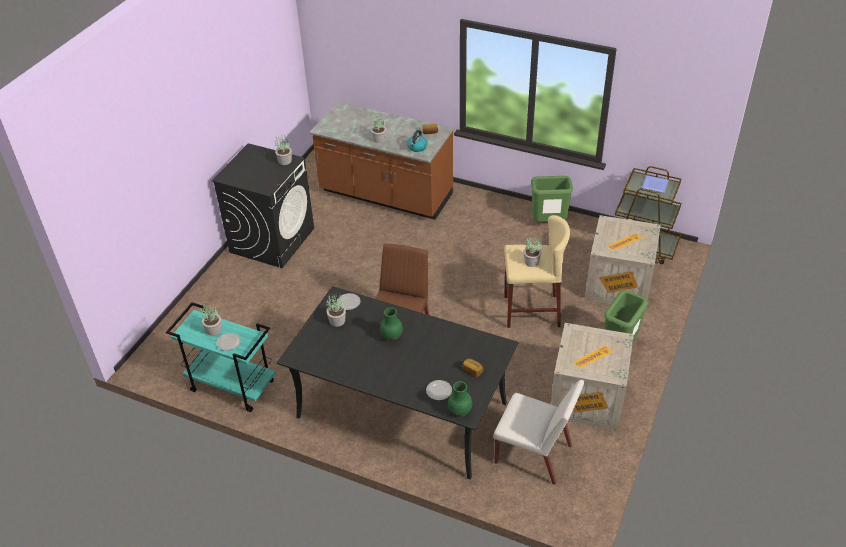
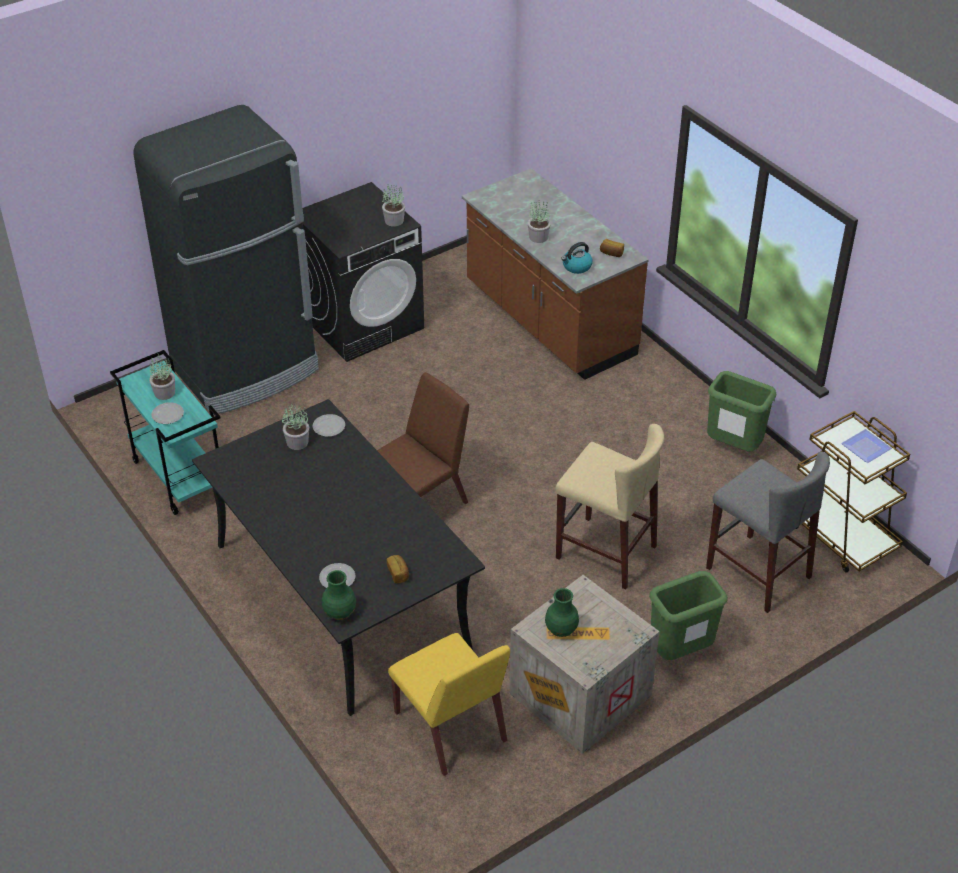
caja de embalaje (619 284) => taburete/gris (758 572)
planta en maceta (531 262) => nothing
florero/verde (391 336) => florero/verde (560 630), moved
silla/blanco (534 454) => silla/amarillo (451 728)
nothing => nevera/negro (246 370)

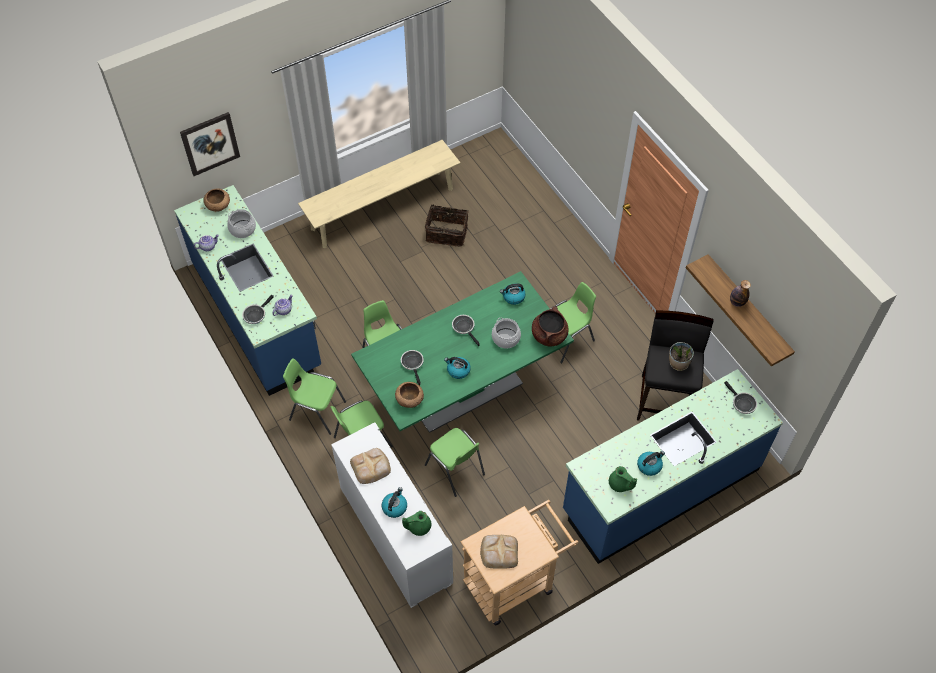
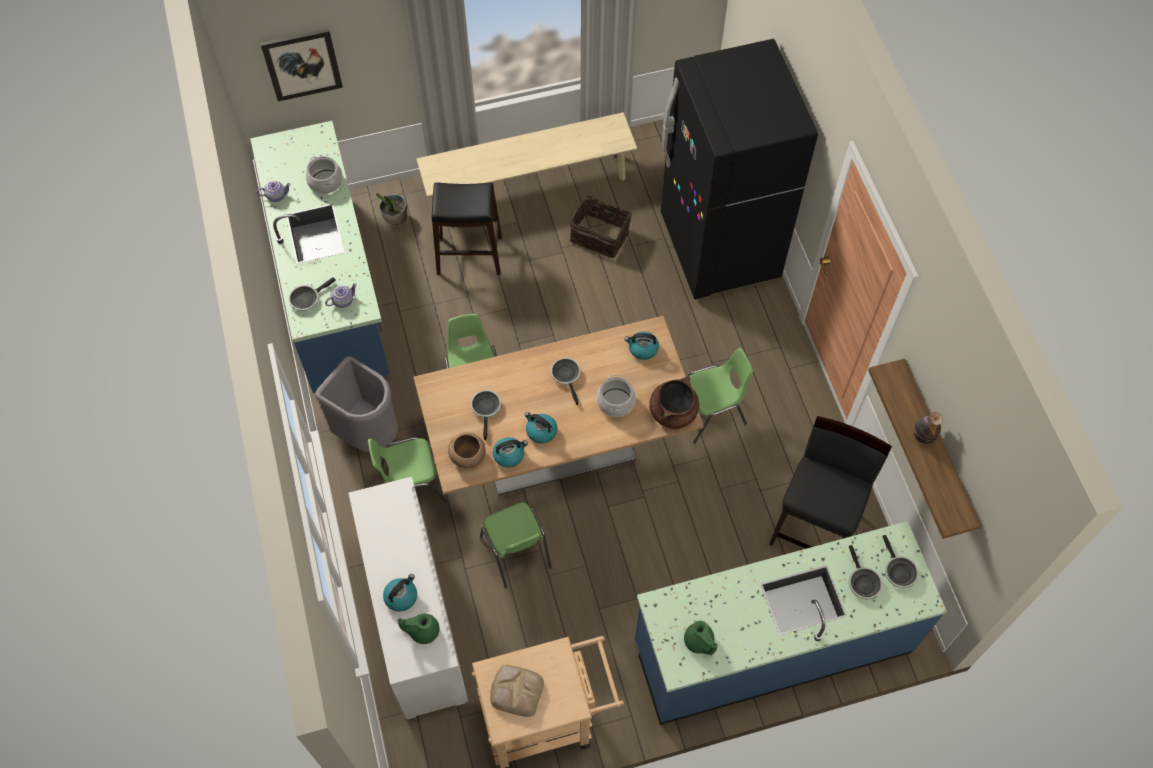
cuenco/marrón (218 206) => nothing
mesa de comedor/verde (463 389) => mesa de comedor/beis (558 448)
planta en maceta (678 363) => planta en maceta (395 219), moved
silla/verde (317 411) => papelera/gris (368 432)
pan (371 467) => nothing
hervidor (649 465) => hervidor (509 455), moved
nothing => nevera/negro (719 248)
nothing => taburete/negro (469 256)
nothing => sartén (862 582)

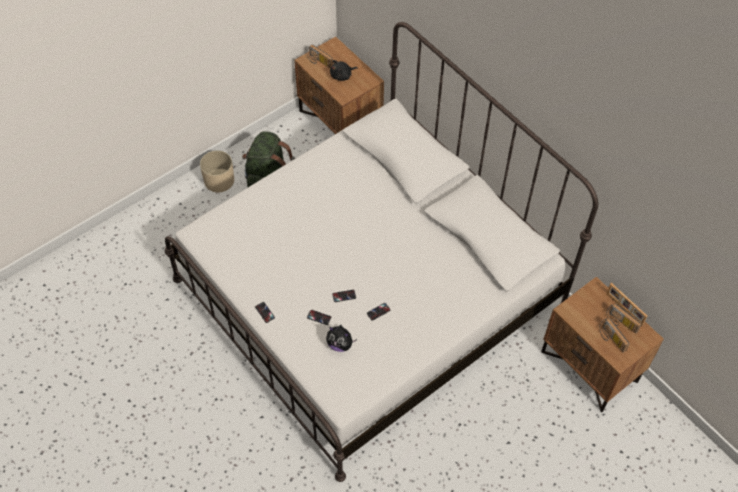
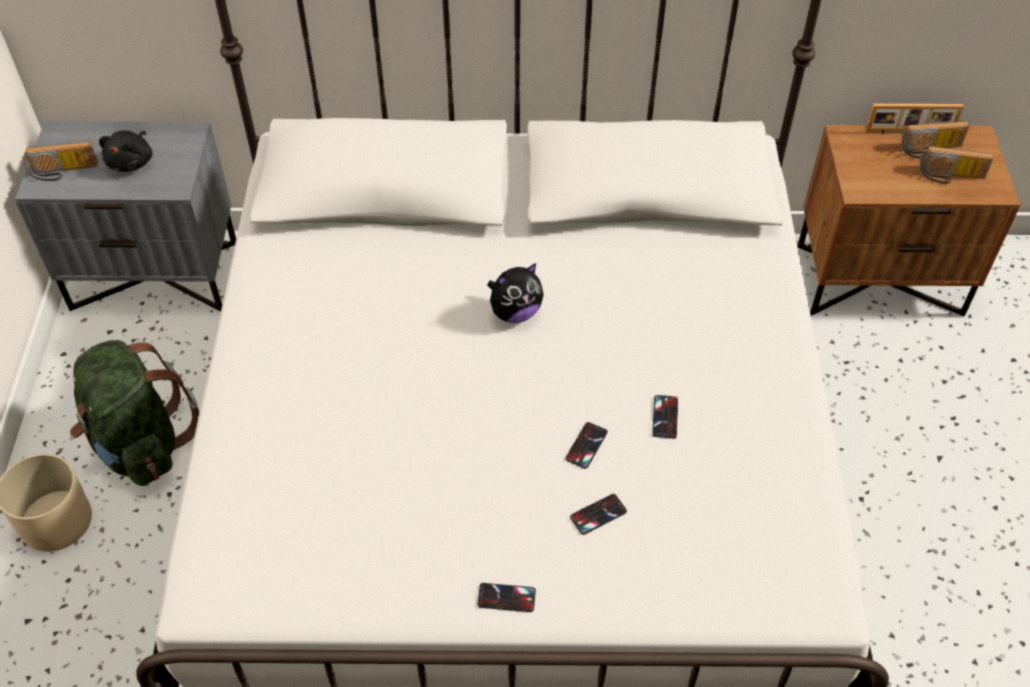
mesita de noche/marrón (340 122) => mesita de noche/gris (156 274)
peluche (340 344) => peluche (515 312), moved

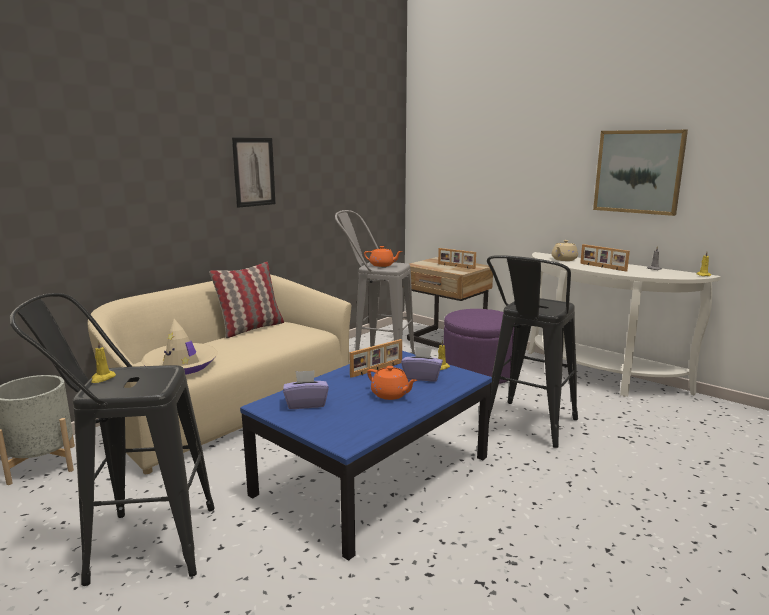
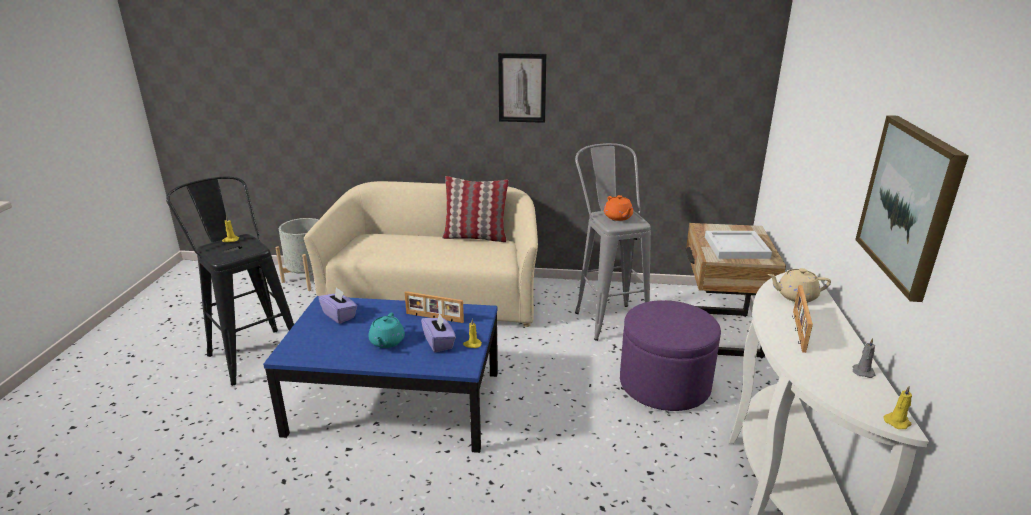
portarretratos (456 266) => bandeja/blanco (737 248)
taburete/negro (526 427) => nothing
sombrero/beis (181 365) => nothing
tetera/naranja (391 394) => tetera/turquesa (387 342)

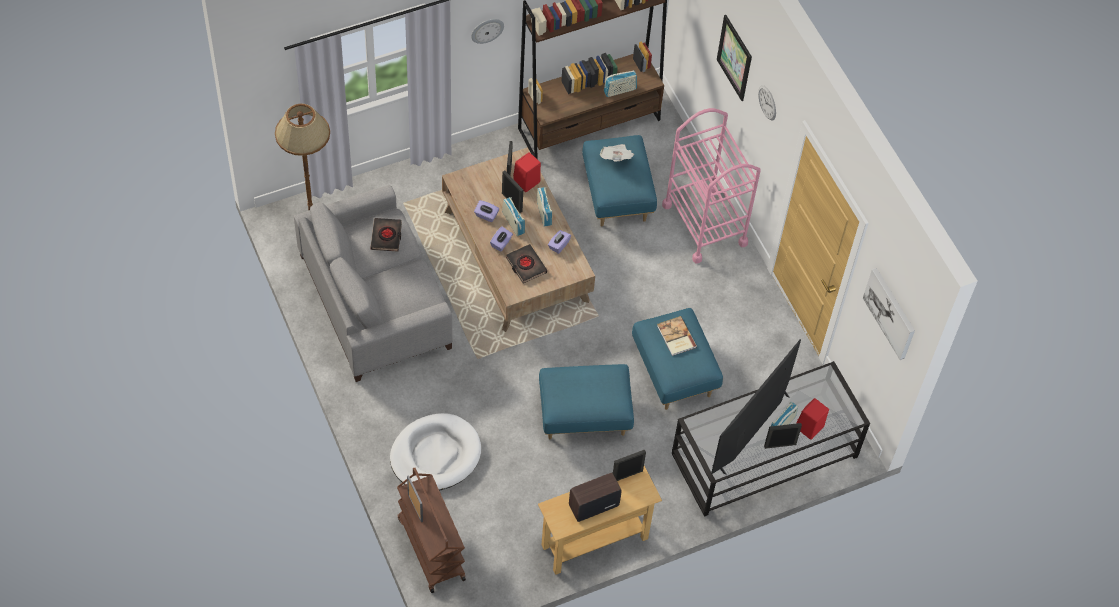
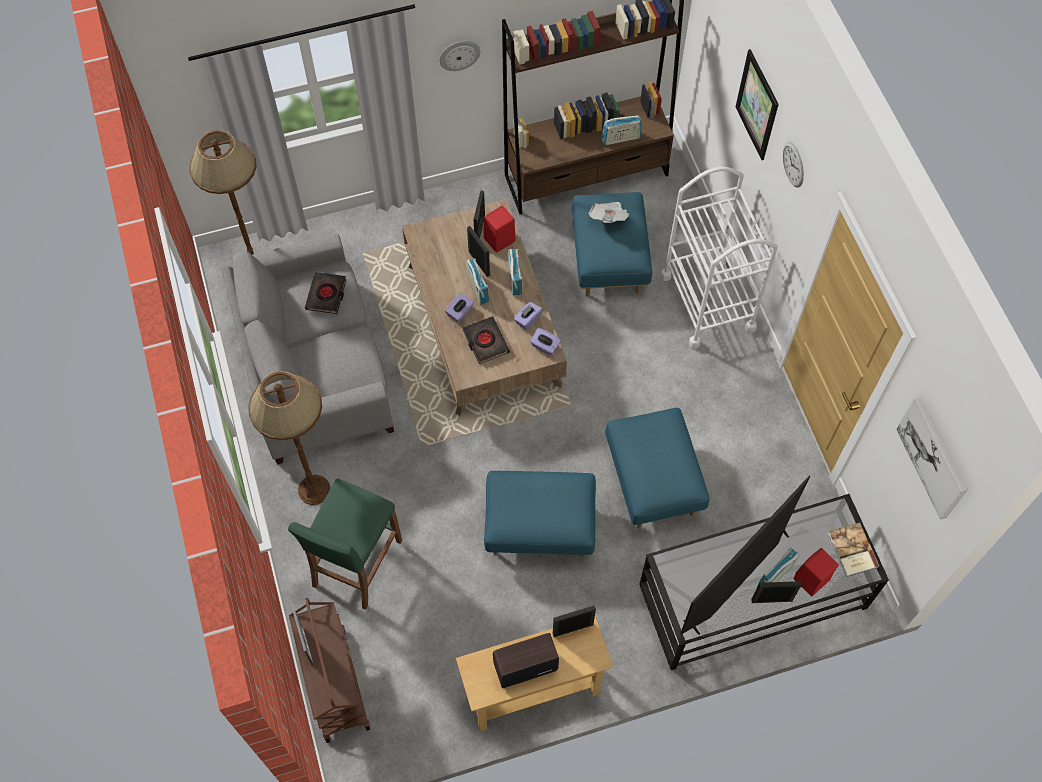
carrito/rosa (704 224) => carrito/blanco (707 302)
caja de pañuelos/morado (486 215) => caja de pañuelos/morado (545 346), moved
libro (676 337) => libro (852 551), moved
cama para perro/blanco (435 455) => taburete/verde (356 563)
nothing => lámpara de pie/marrón (314 489)

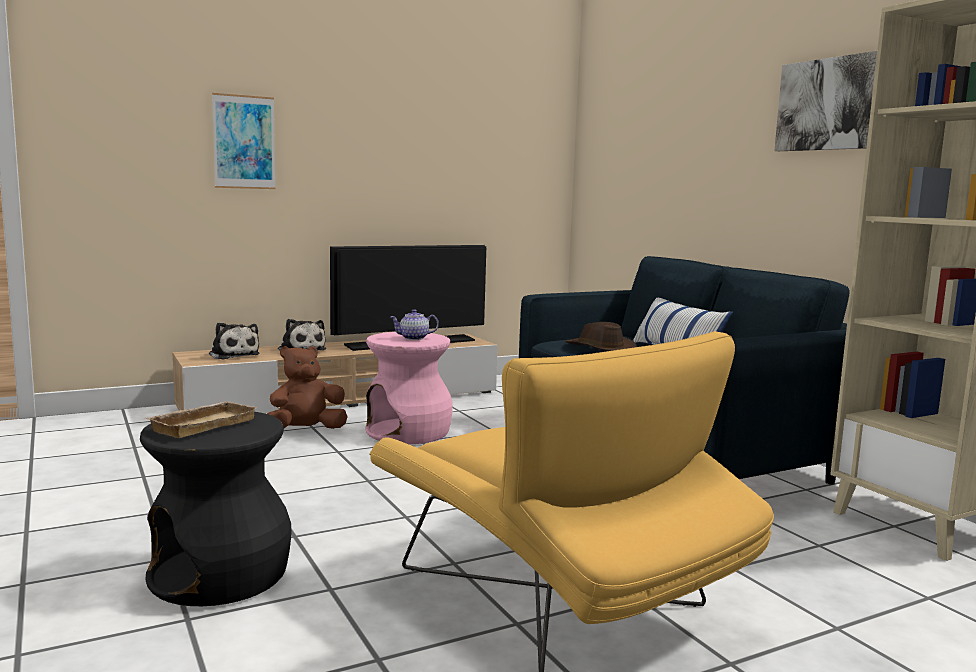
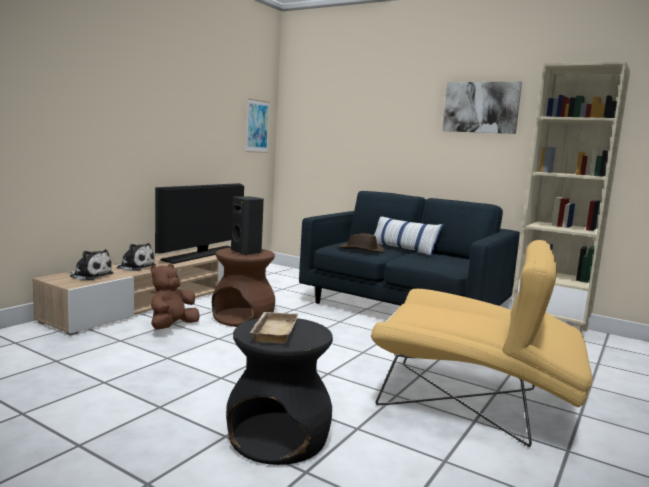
cuadro (244 142) => cuadro (257 126), moved
tetera (413 338) => altavoz/negro (247 252)
taburete/rosa (408 432) => taburete/marrón (244 318)

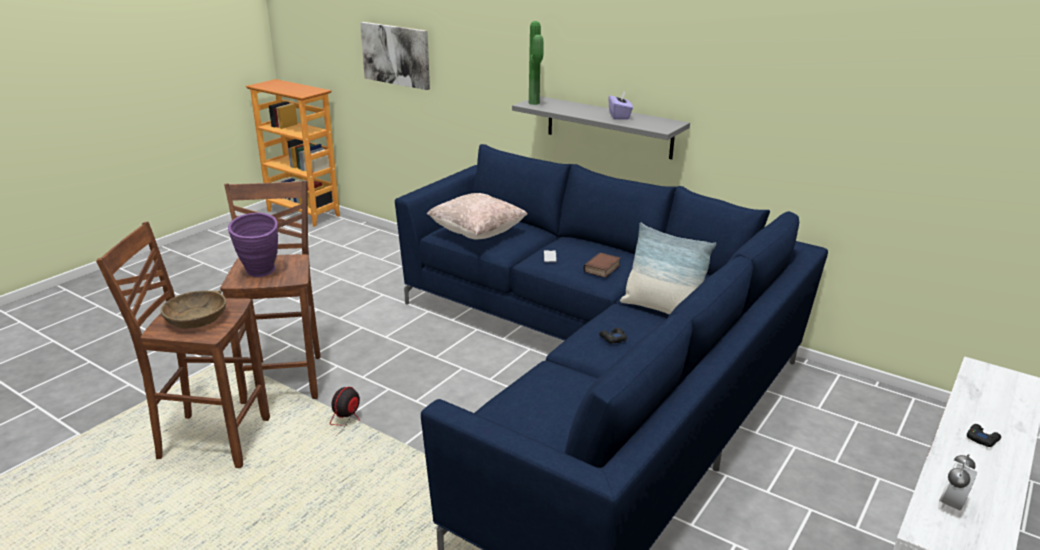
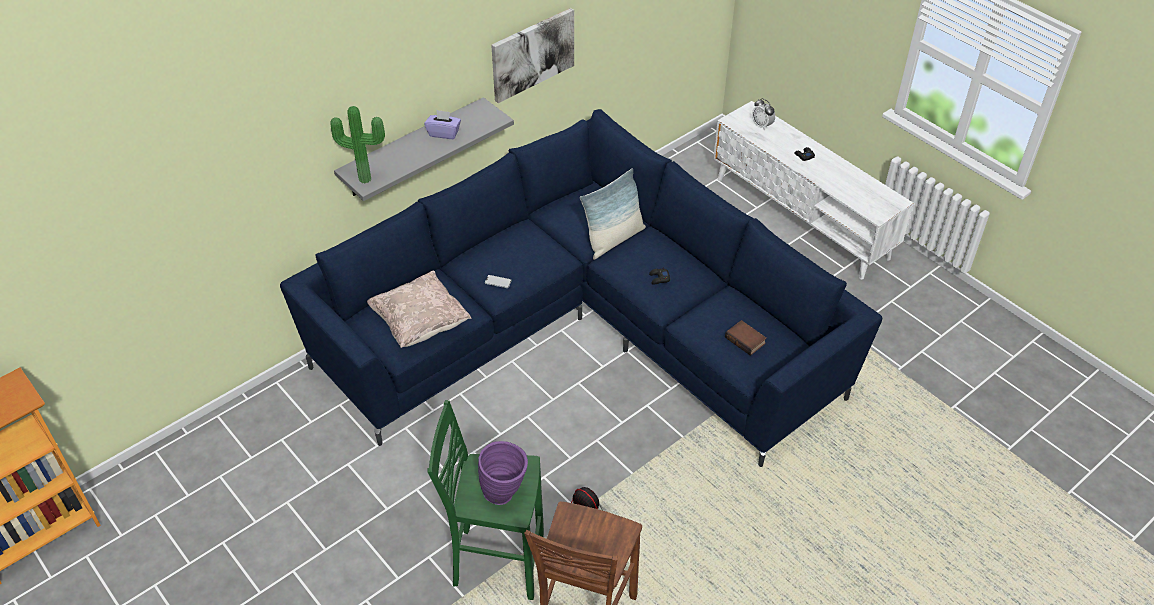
cuadro (396 55) => cuadro (532 54), moved
taburete/marrón (286 378) => taburete/verde (496 561)
libro (602 269) => libro (746 340), moved
cuenco/marrón (196 318) => nothing
despertador (952 505) => despertador (762 125), moved

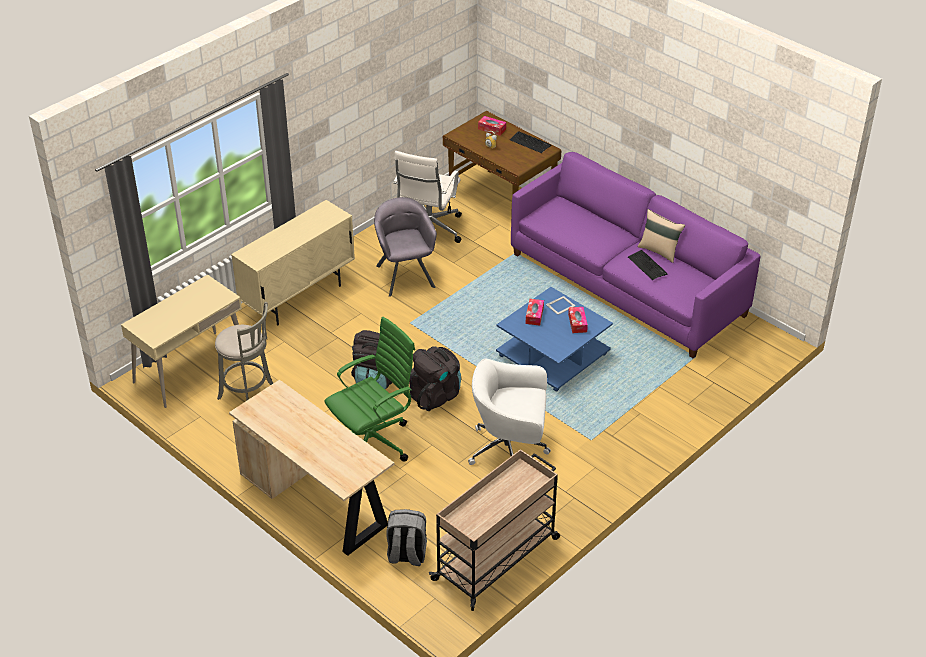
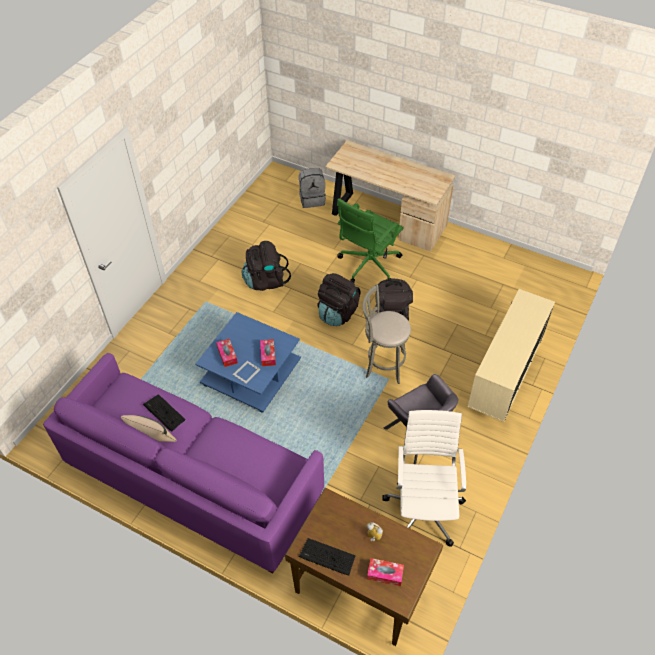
escritorio/beis (190 369) => nothing
taburete/gris (248 393) => taburete/gris (383 364), moved
silla de oficina/blanco (510 450) => mochila/negro (265 281)
carrito/beis (497 558) => nothing

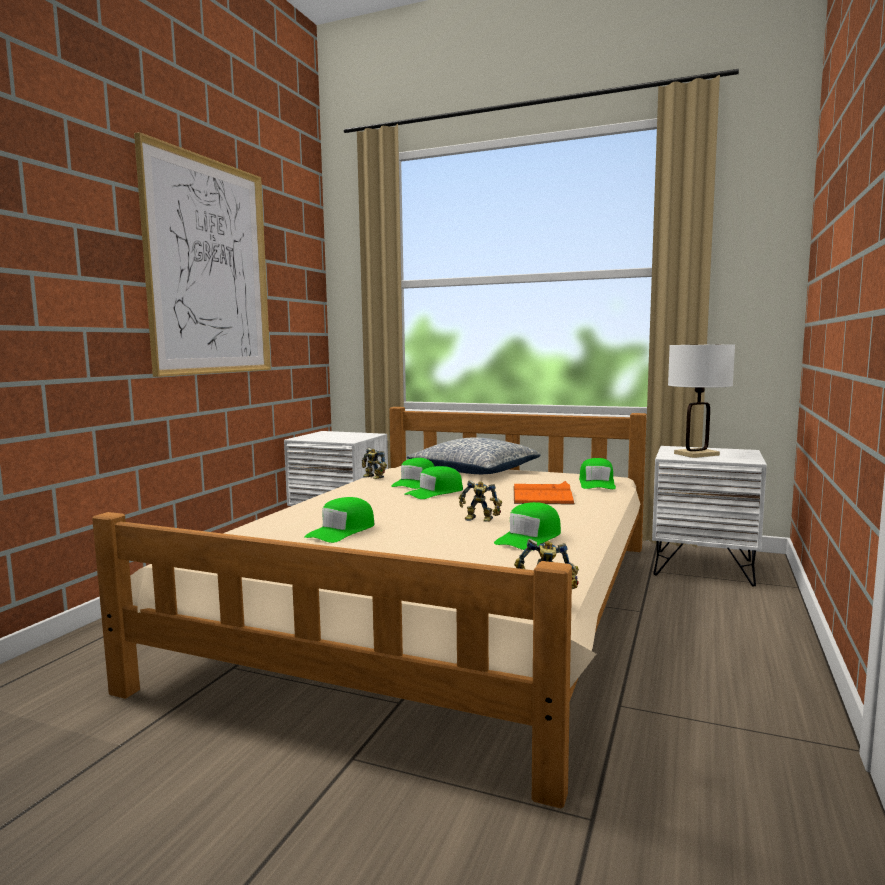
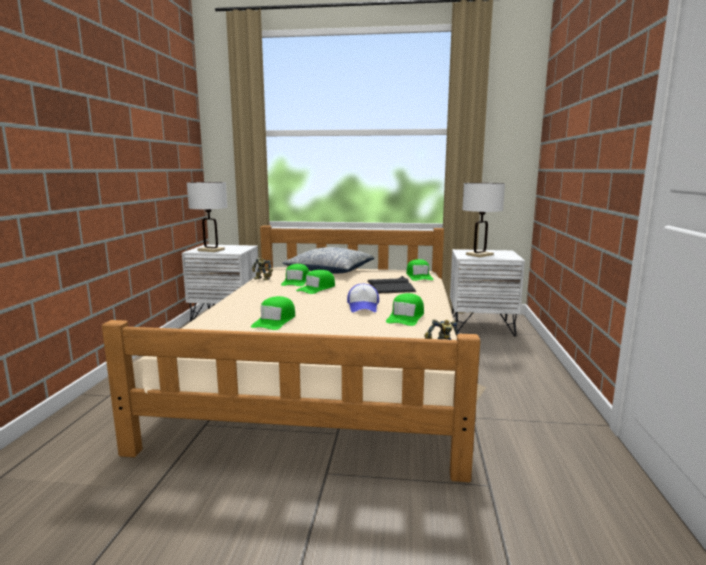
cuadro (209 268) => nothing
robot de juguete (479 520) => gorra (363 306)
libro/naranja (542 495) => libro/negro (390 286)
nothing => lámpara de mesa/blanco (211 250)

